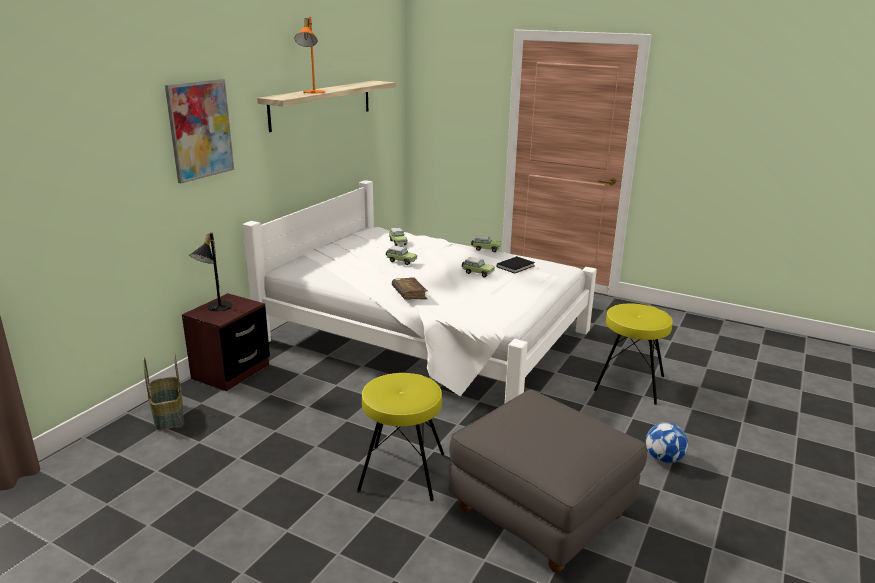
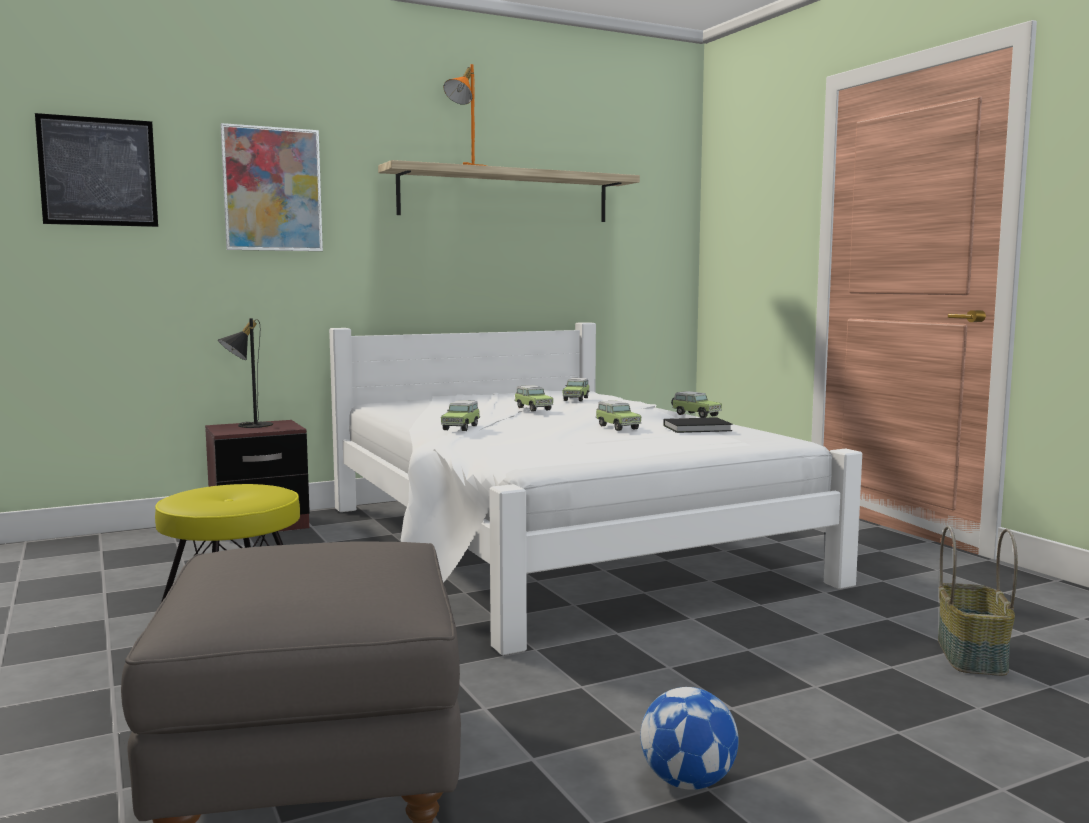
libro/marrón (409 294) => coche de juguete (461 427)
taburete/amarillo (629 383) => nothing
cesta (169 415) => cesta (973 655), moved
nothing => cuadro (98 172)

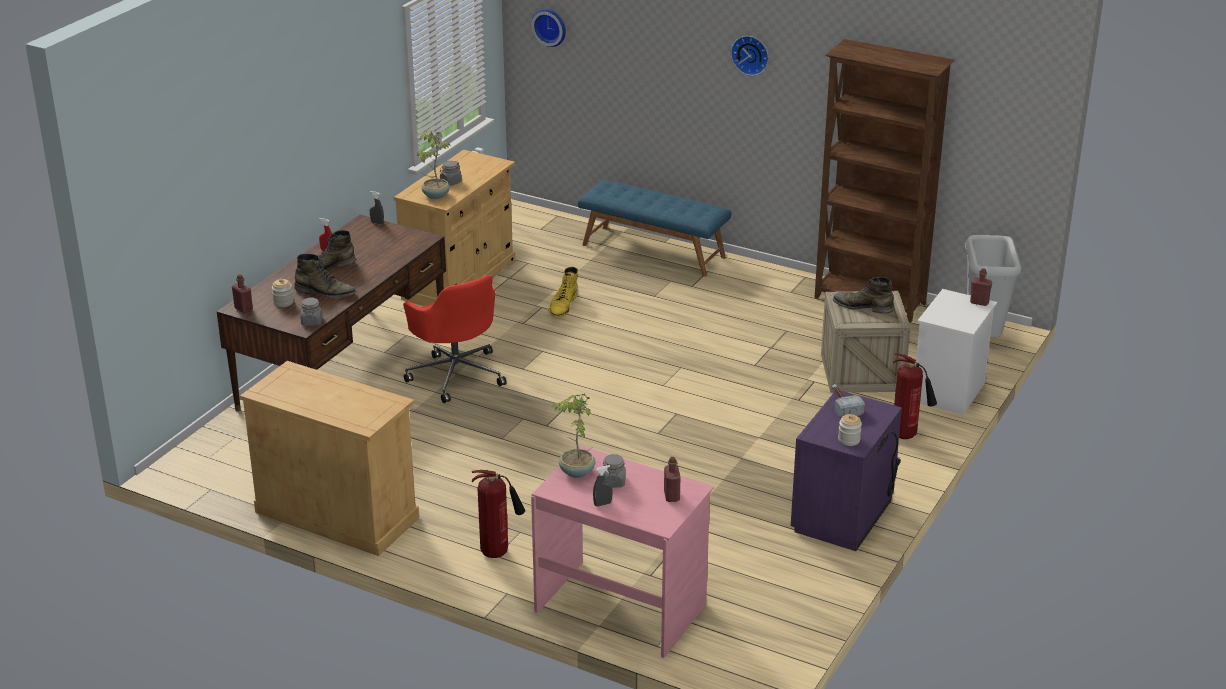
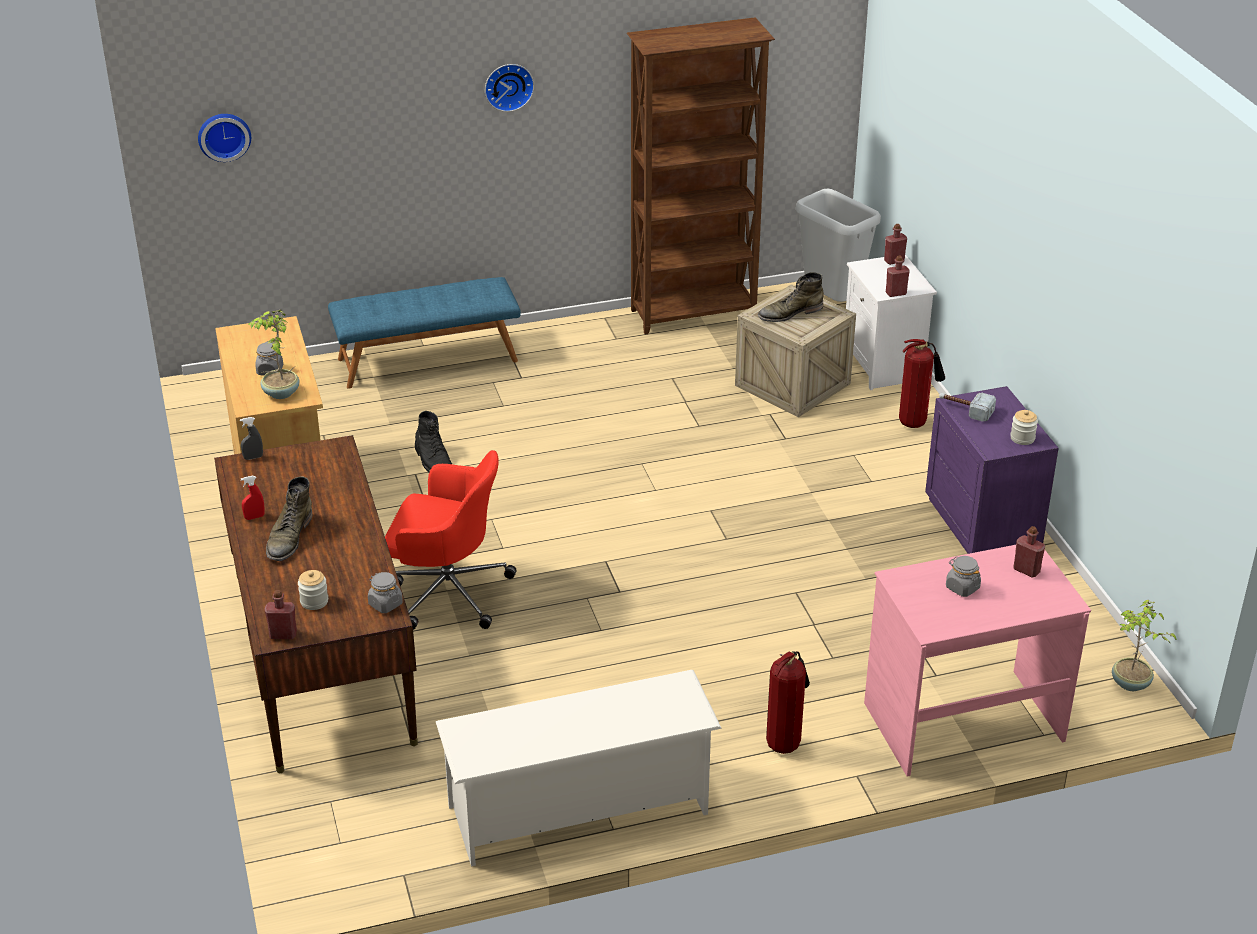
bota/verde (325 293) => nothing
bota/amarillo (563 306) => bota/negro (434 462)
armario/beis (337 514) => zapatero/blanco (579 810)
planta en maceta (576 472) => planta en maceta (1130 684), moved
pulverizador/gris (602 504) => nothing
nothing => botella/rojo (896 293)

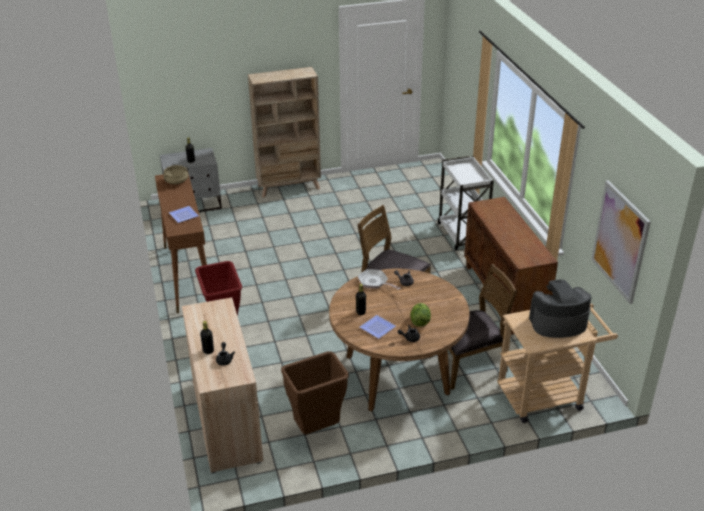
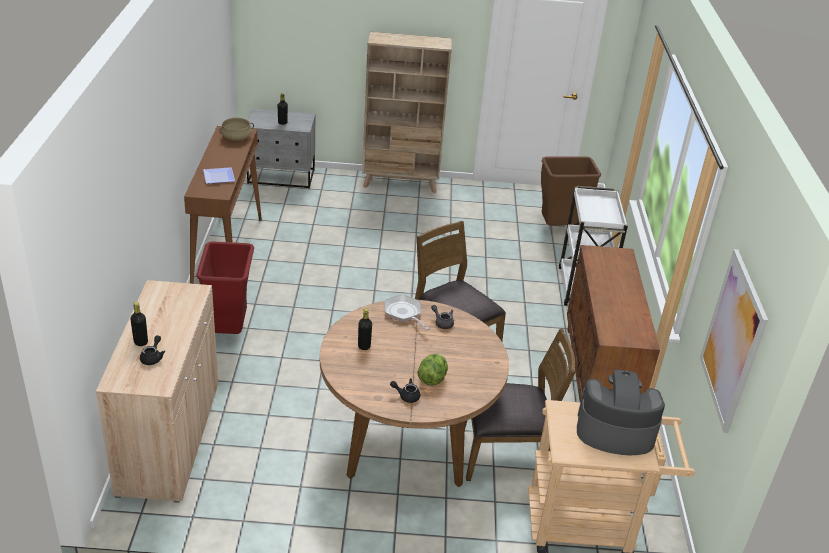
plato (376 328) => nothing
papelera/marrón (316 430) => papelera/marrón (559 229), moved

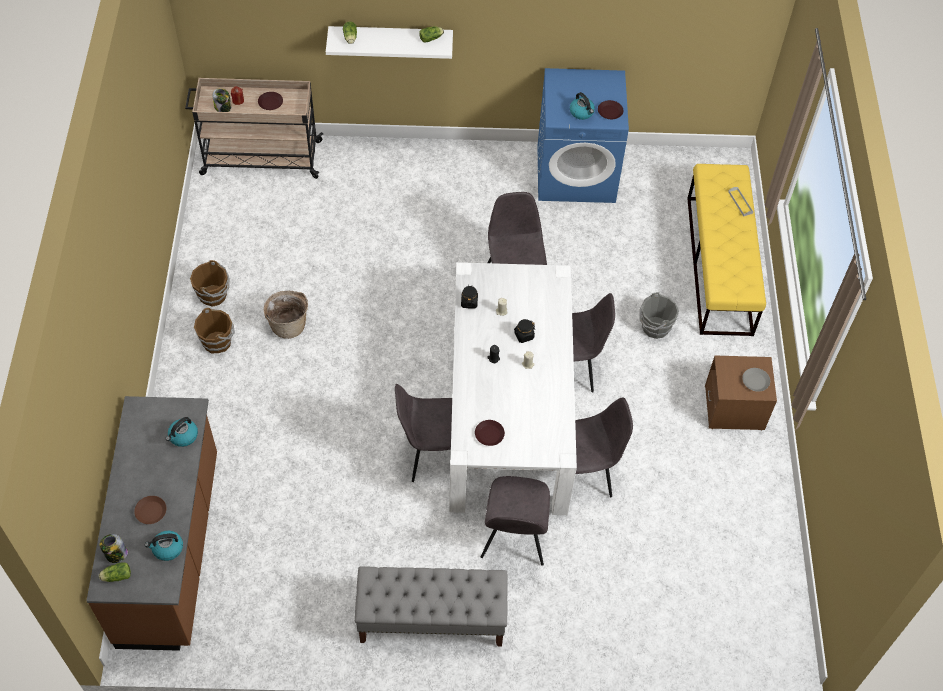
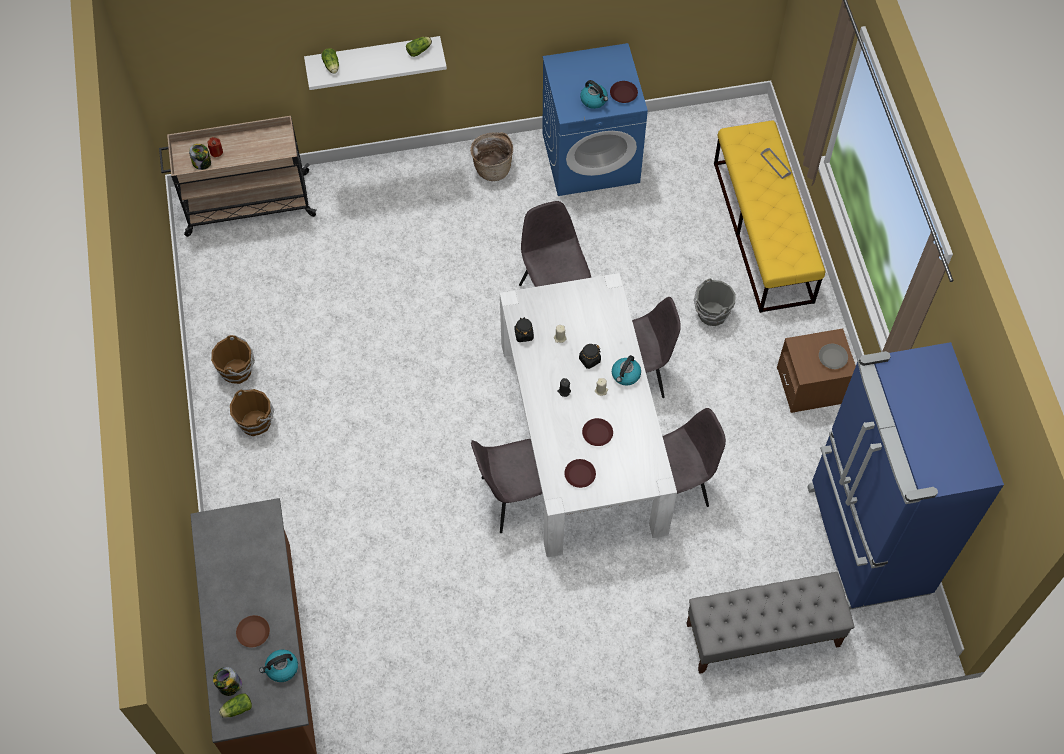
plato/marrón (270 103) => plato/marrón (597 433), moved
cesta (288 324) => cesta (492 167), moved
hervidor (183 436) => hervidor (625 375), moved
silla/gris (514 538) => nothing
banco/gris (431 620) => banco/gris (762 635), moved
nothing => nevera/azul (865 541)

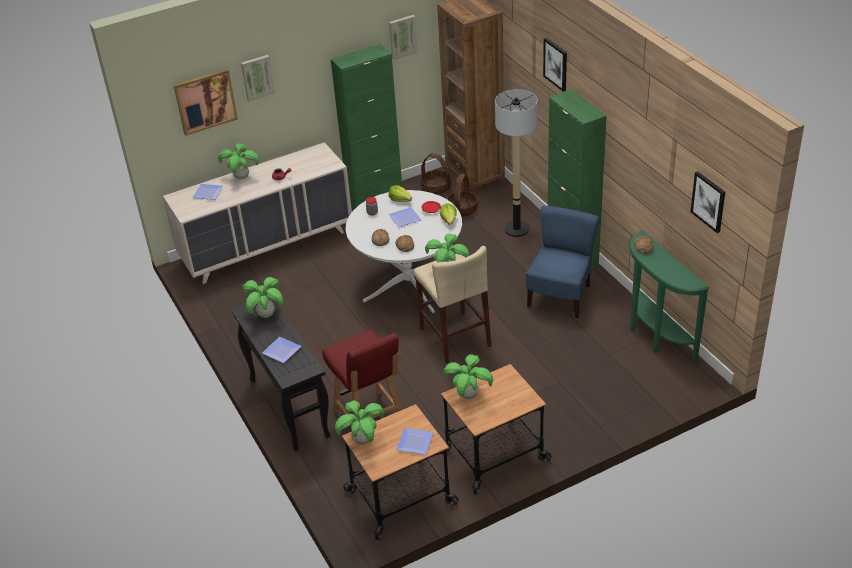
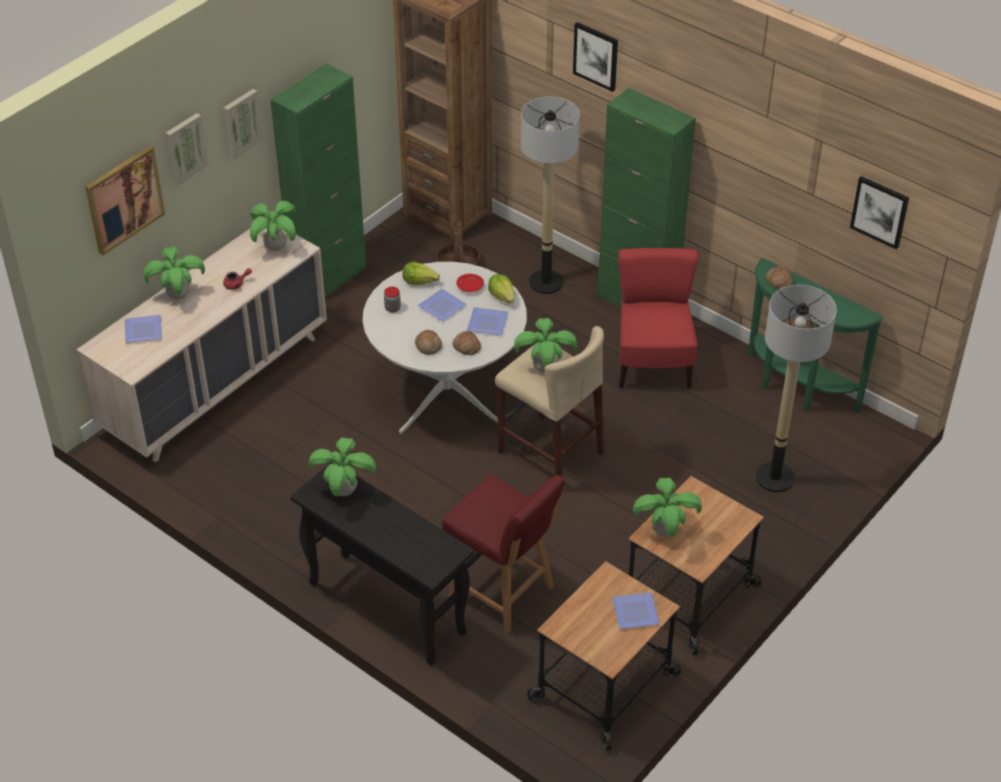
cuadro (402 36) => cuadro (241 123), moved
cesta (436 187) => nothing
silla/azul (560 297) => silla/rojo (653 364)
plato (282 352) => plato (488 324), moved
planta en maceta (362 440) => planta en maceta (275 247), moved
nothing => lámpara de pie (775 478)

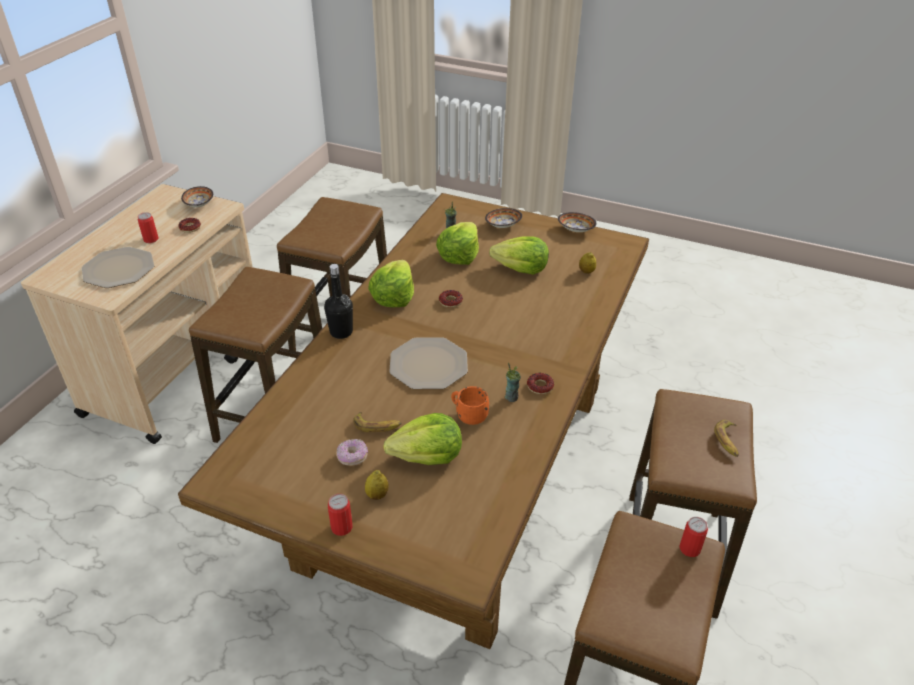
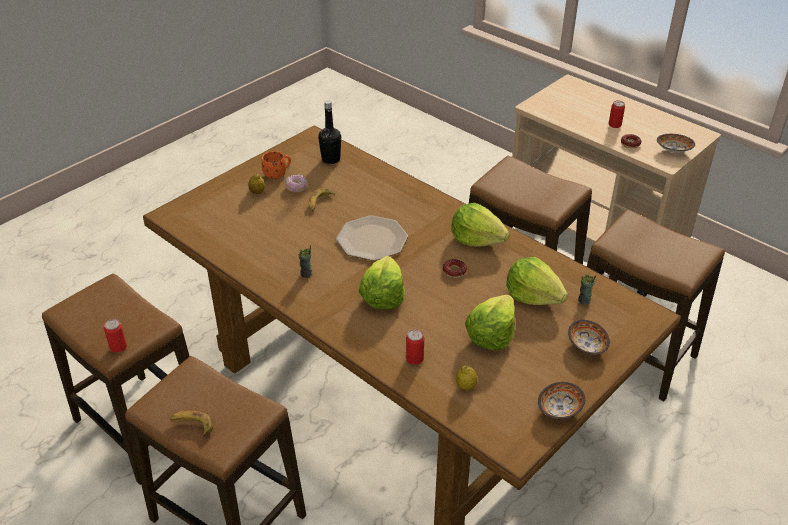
plato (118 269) => nothing
botella/negro (341 332) => botella/negro (331 159), moved
rosquilla (540 386) => nothing
taza grande/naranja (468 415) => taza grande/naranja (278 174), moved
lechuga (427 456) => lechuga (382 296), moved
lata (341 527) => lata (414 358), moved

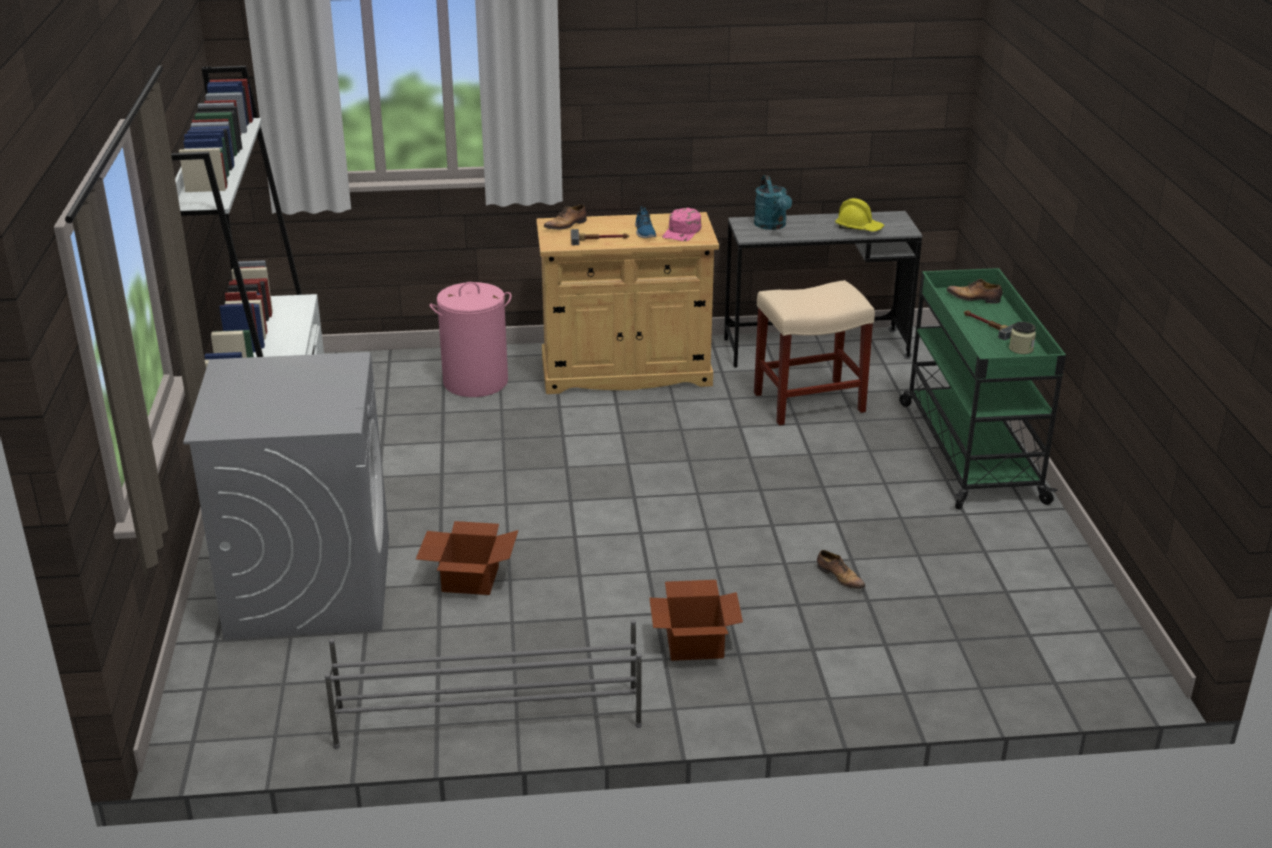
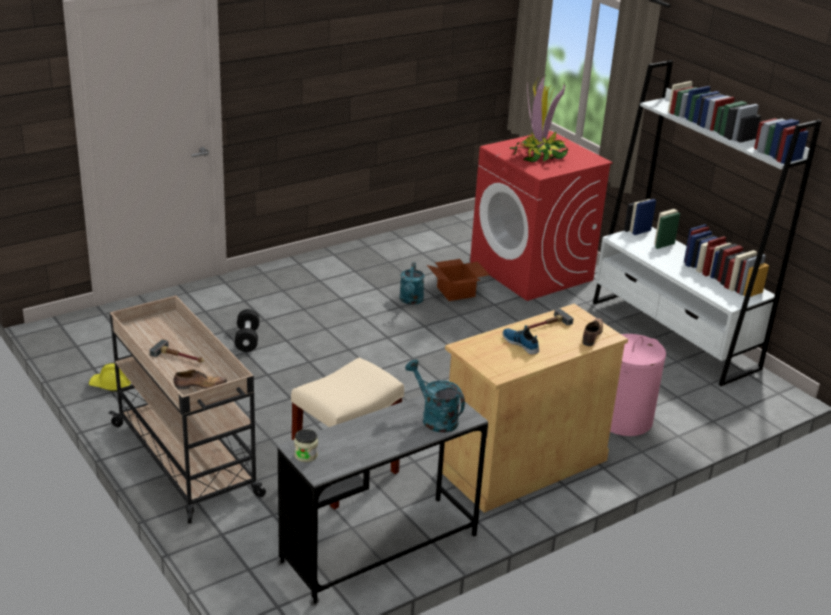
casco/amarillo (859 228) => casco/amarillo (111 385), moved
gorra/rosa (682 232) => nothing
carrito/verde (970 450) => carrito/beis (187 461)
tarro (1021 349) => tarro (306 455), moved
lavadora/gris (309 585) => lavadora/rojo (532 271)
zapato (839 577) => mancuerna/negro (247 339)
caja de cartón (695 642) => nothing
zapatero/gris (487 717) => nothing
nothing => planta en maceta (539 155)
nothing => regadera/turquesa (411 301)

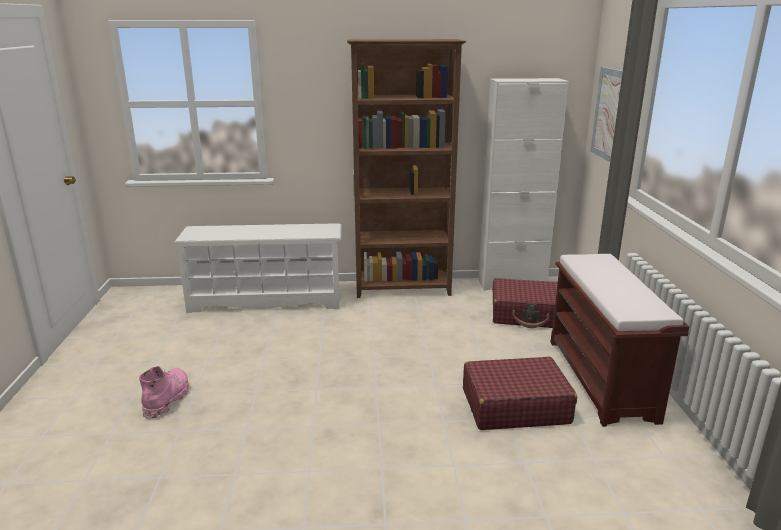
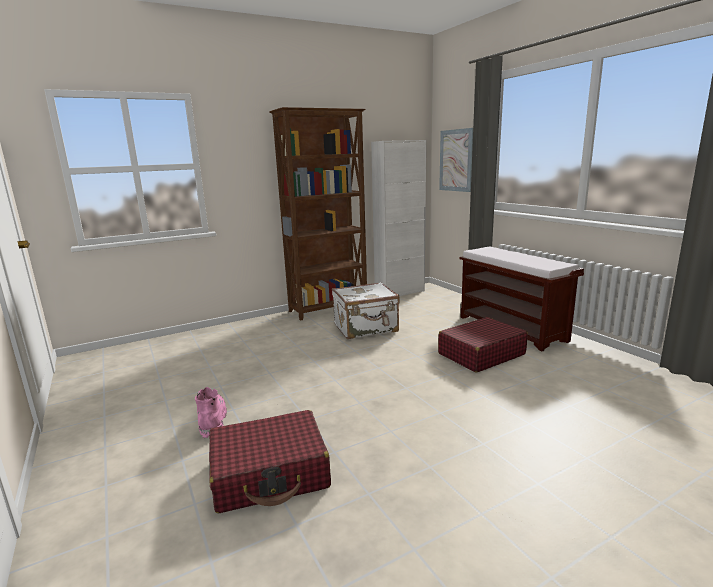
zapatero/blanco (267 300) => nothing
maleta/rojo (528 314) => maleta/rojo (270 473), moved
nothing => maleta/blanco (366 328)

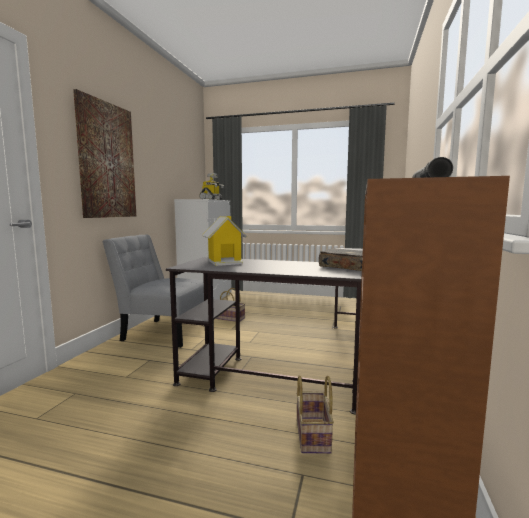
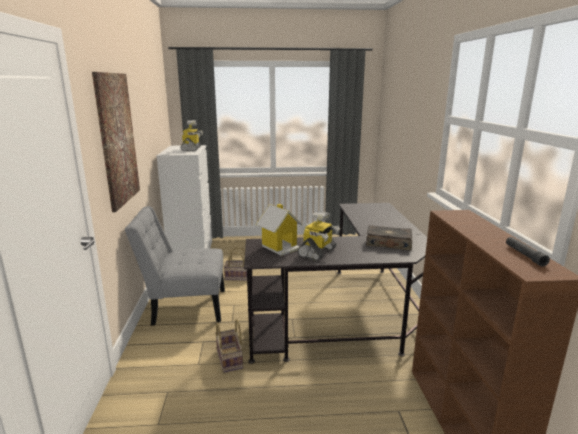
cesta (314 436) => cesta (230 359), moved
nothing => robot de juguete (318 252)

